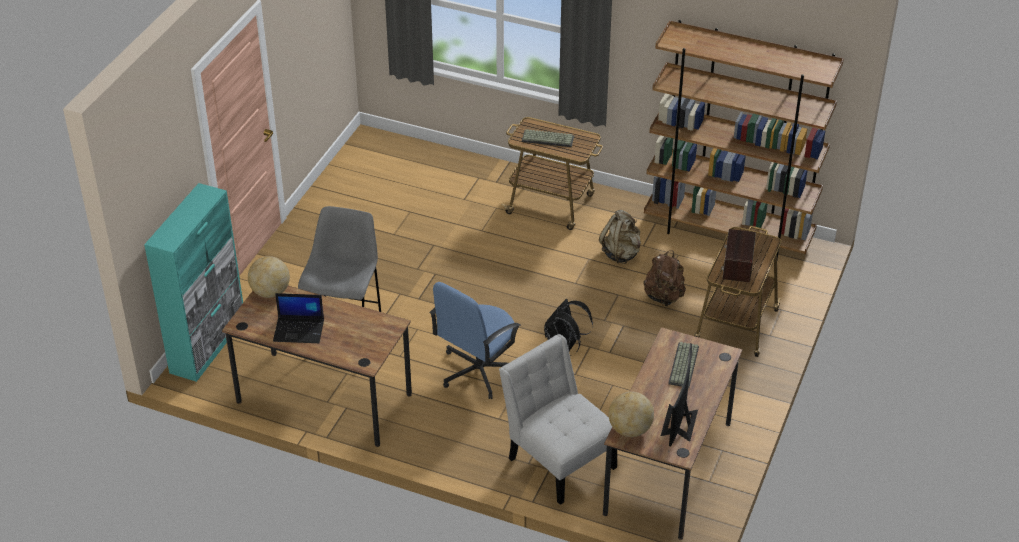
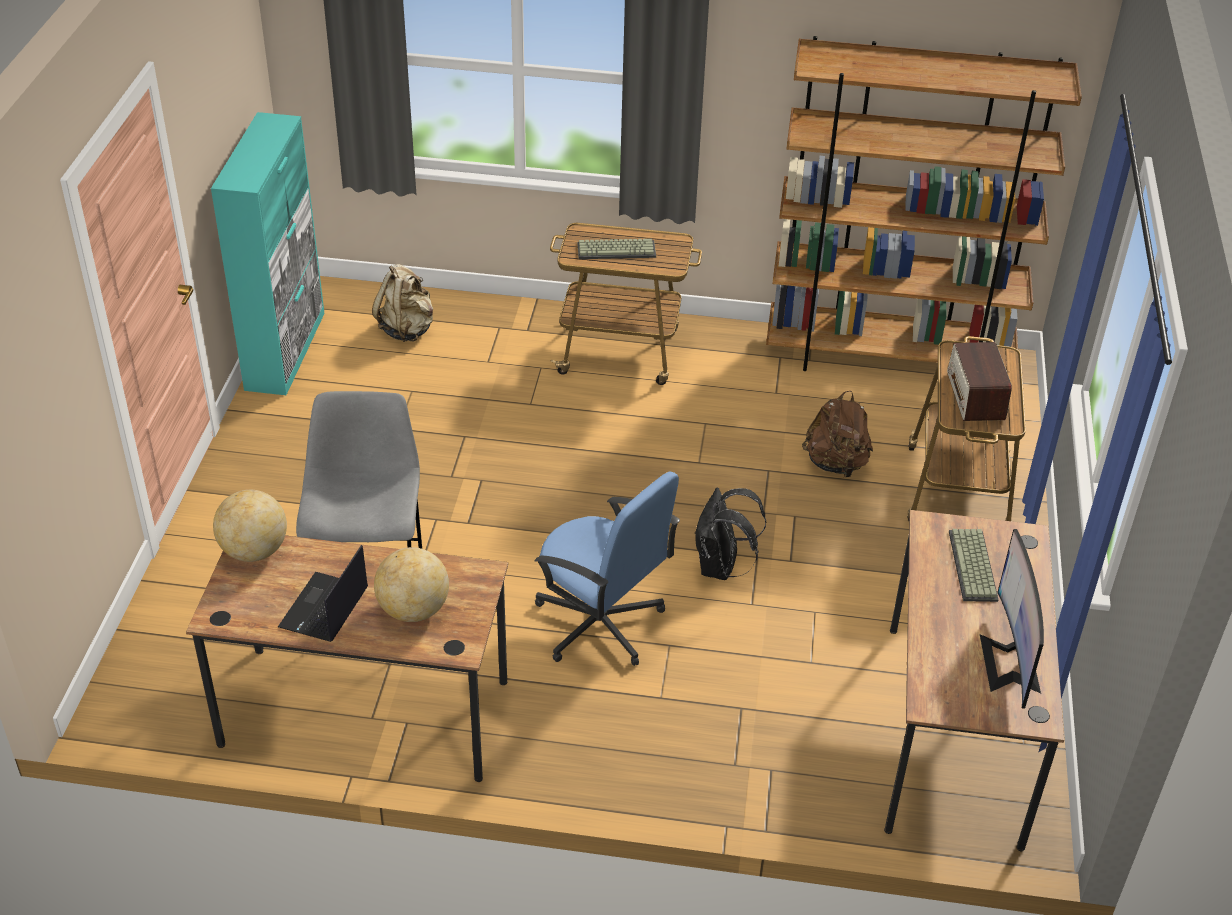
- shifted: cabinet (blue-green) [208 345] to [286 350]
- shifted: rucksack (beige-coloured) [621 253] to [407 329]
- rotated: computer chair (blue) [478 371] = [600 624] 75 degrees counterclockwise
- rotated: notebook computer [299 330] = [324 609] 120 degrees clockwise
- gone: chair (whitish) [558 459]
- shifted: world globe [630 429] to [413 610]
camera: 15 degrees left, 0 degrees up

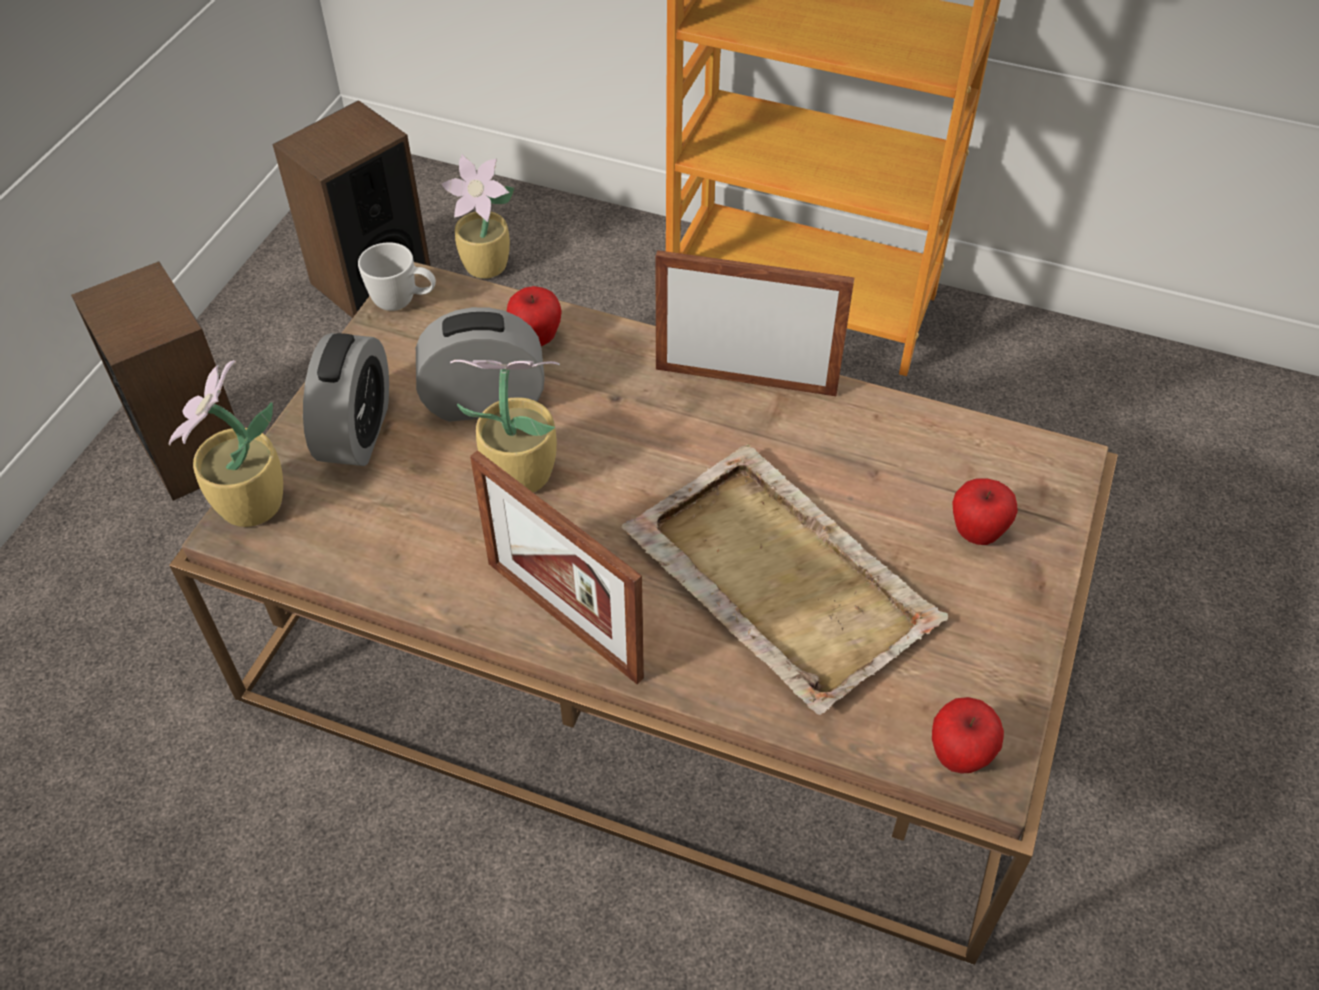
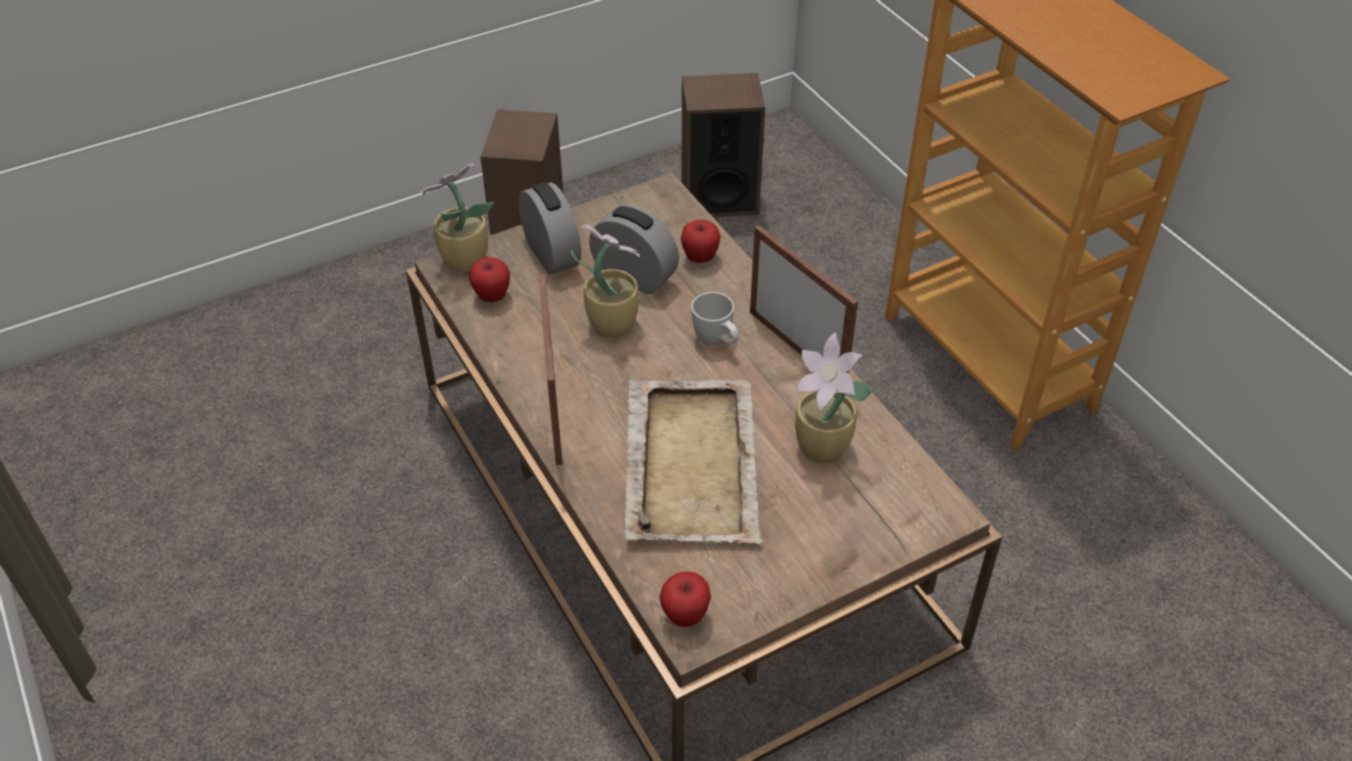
- shifted: potted plant [488 267] to [823 449]
- shifted: tea mug (whitish) [404 302] to [717 342]
- rotated: table clock [356 433] = [551 254] 75 degrees counterclockwise
- shifted: whole apple [976 533] to [492 296]
camera: 40 degrees right, 5 degrees down

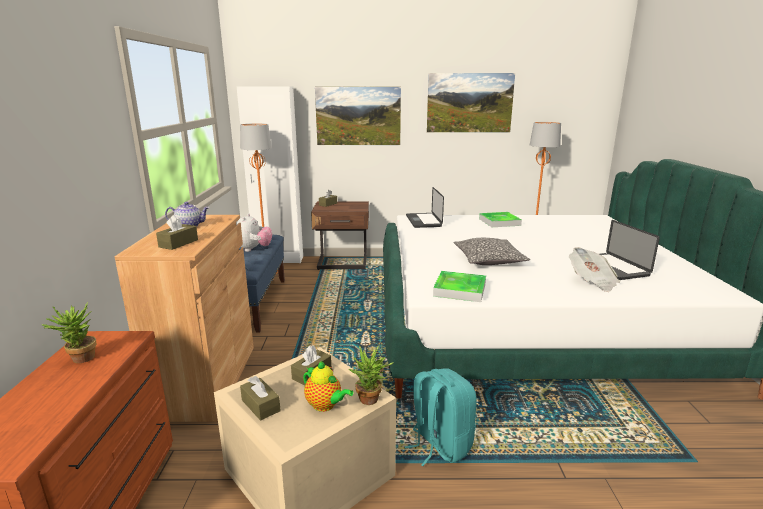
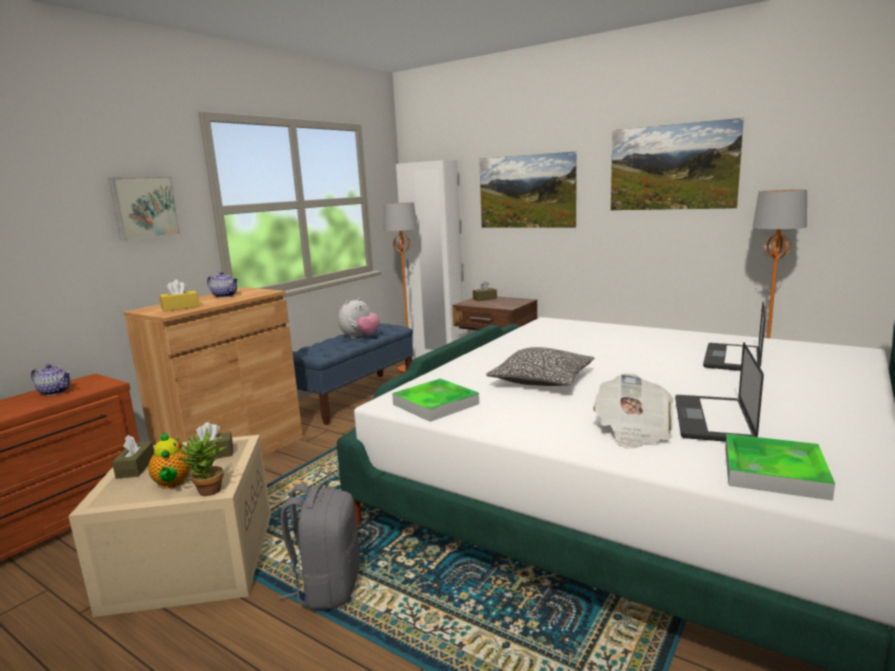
- shifted: notebook computer [423 221] to [732 358]
- shifted: tray [499 222] to [774 471]
- repainted: tissue box (brown-coloured) [178 243] to tissue box (yellow-coloured) [180 307]
- swapped: potted plant [79 360] to tea pot [55 392]
- repainted: rucksack (blue-green) [439 444] to rucksack (greyish) [327 587]
- new: wall art [144 207]
camera: 35 degrees right, 5 degrees down

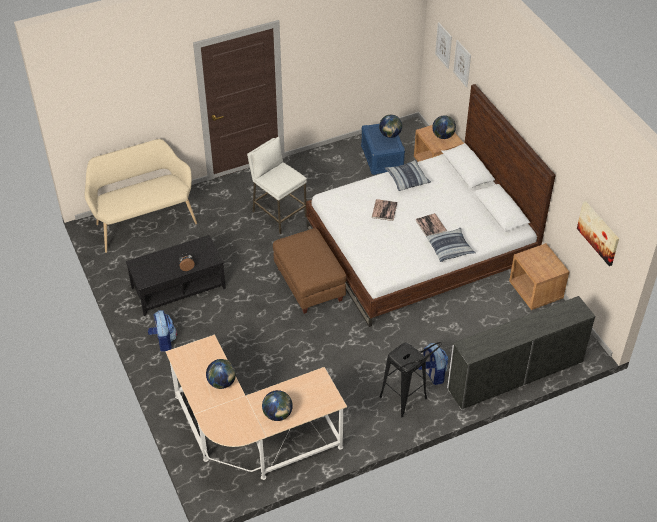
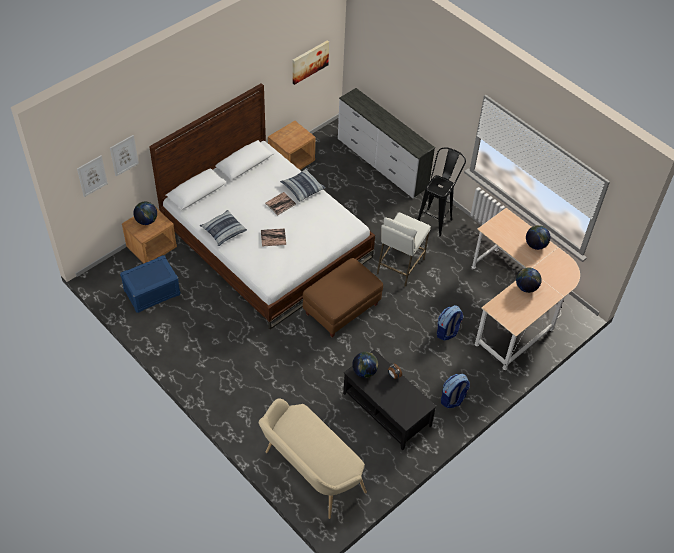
- shifted: world globe [390 135] to [364 371]
- shifted: stool (whitish) [279 214] to [400 266]
- shifted: rucksack [432 374] to [447 332]
camera: 110 degrees left, 5 degrees up

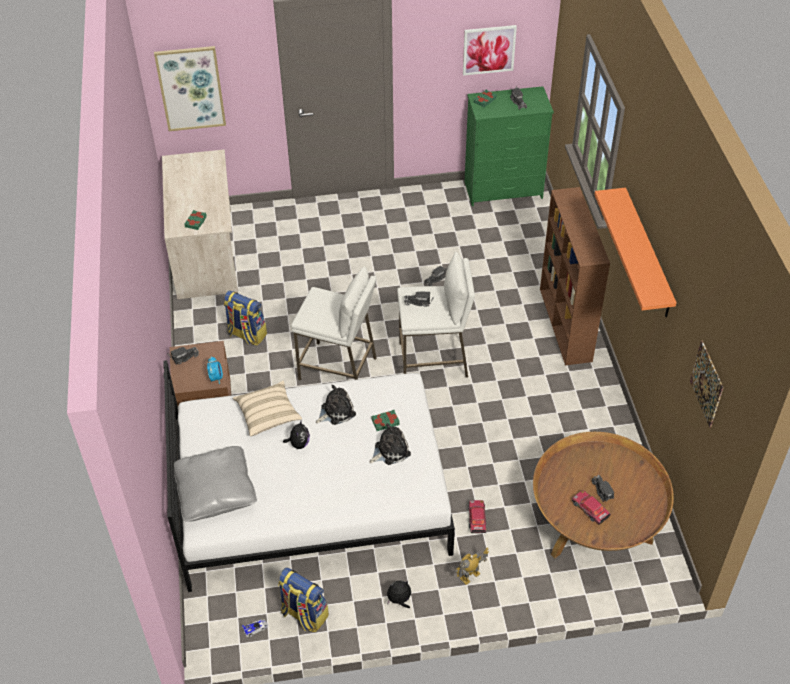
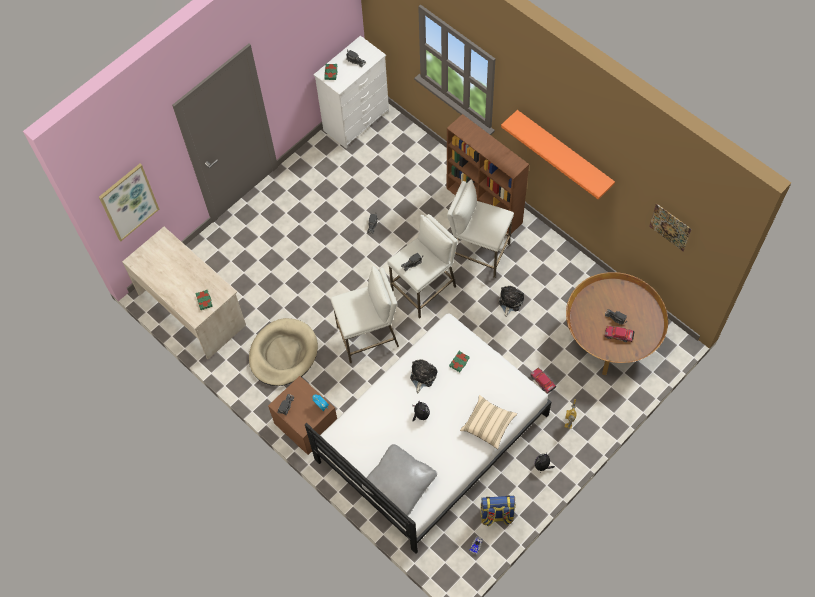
- gone: wall art [489 49]
- repainted: dresser (green) [504 190] to dresser (whitish) [357 120]
- swapped: rucksack [246 334] to dog cushion (beige-coloured) [283 353]
- shifted: cushion (beige-coloured) [268 415] to [488 425]
- shifted: soft toy [390 450] to [510 302]
- new: stool (whitish) [478 252]
camera: 35 degrees left, 15 degrees up

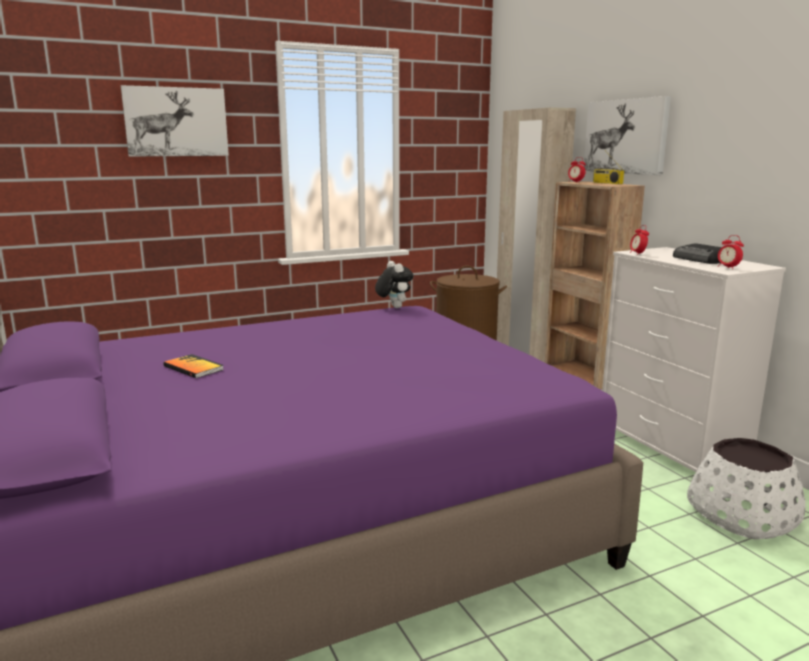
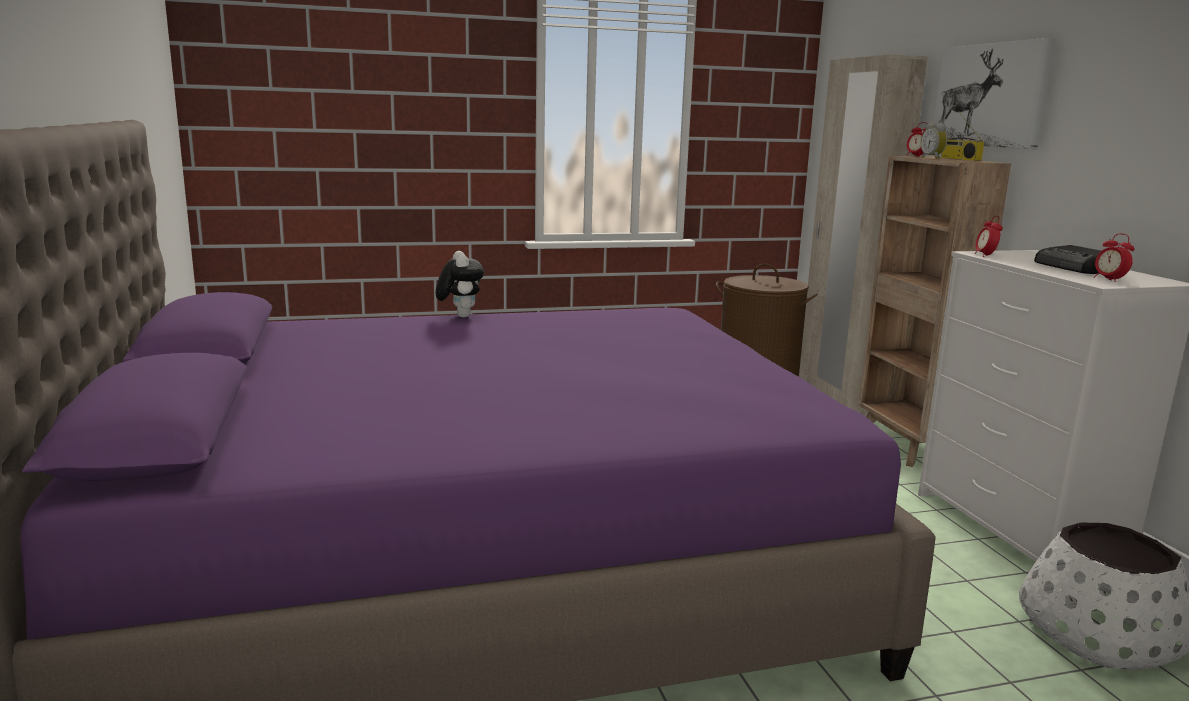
- gone: wall art [176 122]
- shifted: soft toy [393 307] to [460 316]
- gone: bound book [193 368]
- new: table clock [933 158]
camera: 10 degrees right, 0 degrees up

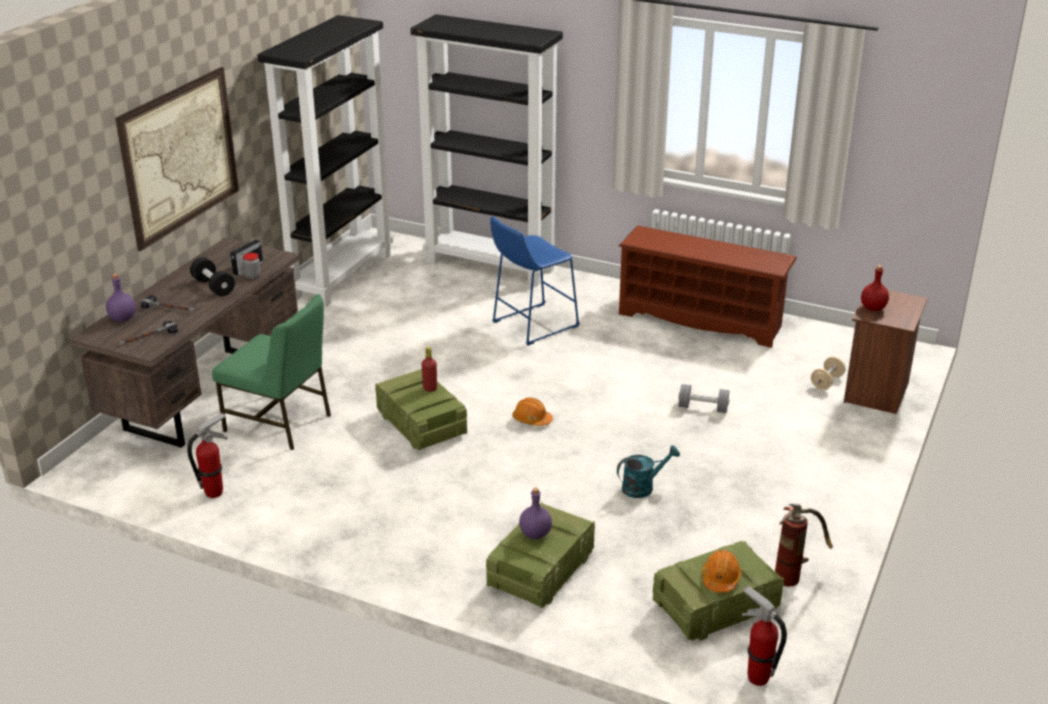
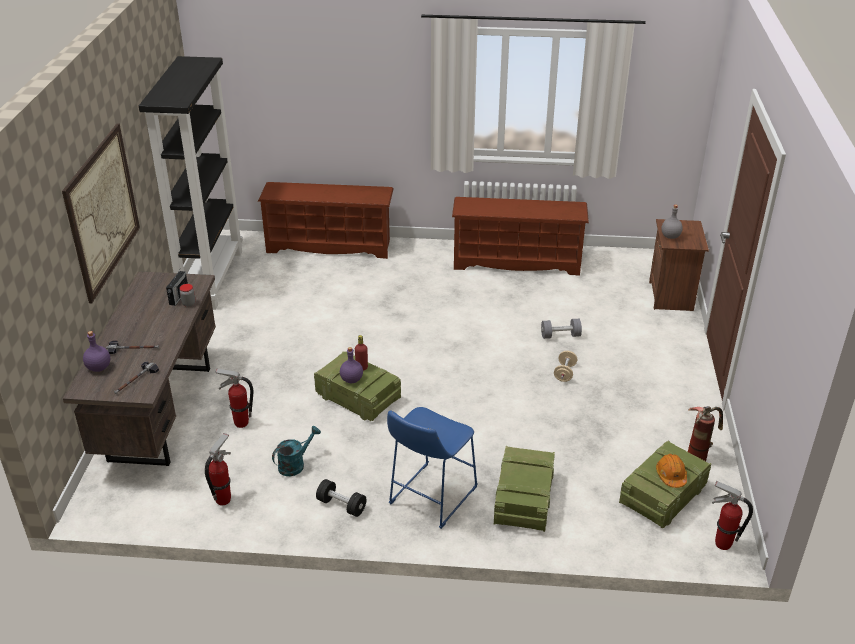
- swapped: shelving unit (blackish) [491 265] to shoe shelf (brown-coloured) [330 246]
- shifted: stool (blue) [531 325] to [430 498]
- shifted: dumbbell (blackish) [213 287] to [341 505]
- repainted: bottle (red) [872 308] to bottle (greyish) [670 236]
- swapped: chair (green) [280 423] to fire-fighting cylinder [240 423]
- shifted: dumbbell (beige-coloured) [826 382] to [564 373]
- gone: safety helmet (orange-coloured) [532 419]
- shifted: watering can (blue-green) [643 487] to [295 464]
- shifted: bottle (purplish) [534 534] to [351 380]
camera: 20 degrees left, 5 degrees up

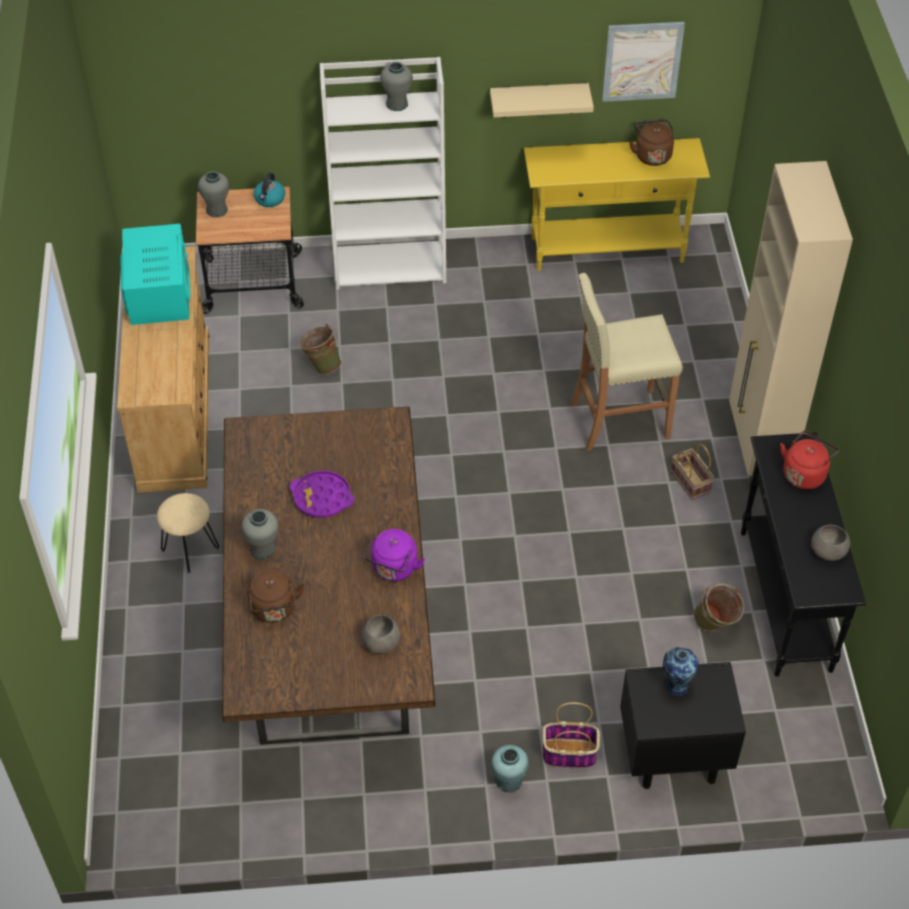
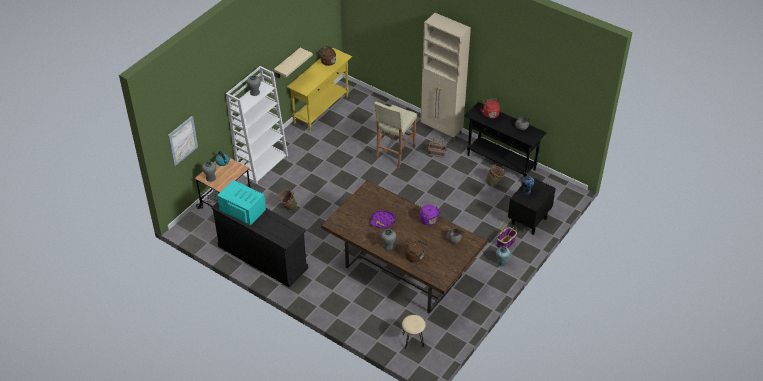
- shifted: wall art [642 61] to [182 140]
- repainted: dresser (beige-coloured) [174 409] to dresser (blackish) [262 257]
- shifted: stool (beige-coloured) [190 549] to [412 340]
camera: 50 degrees left, 5 degrees down

